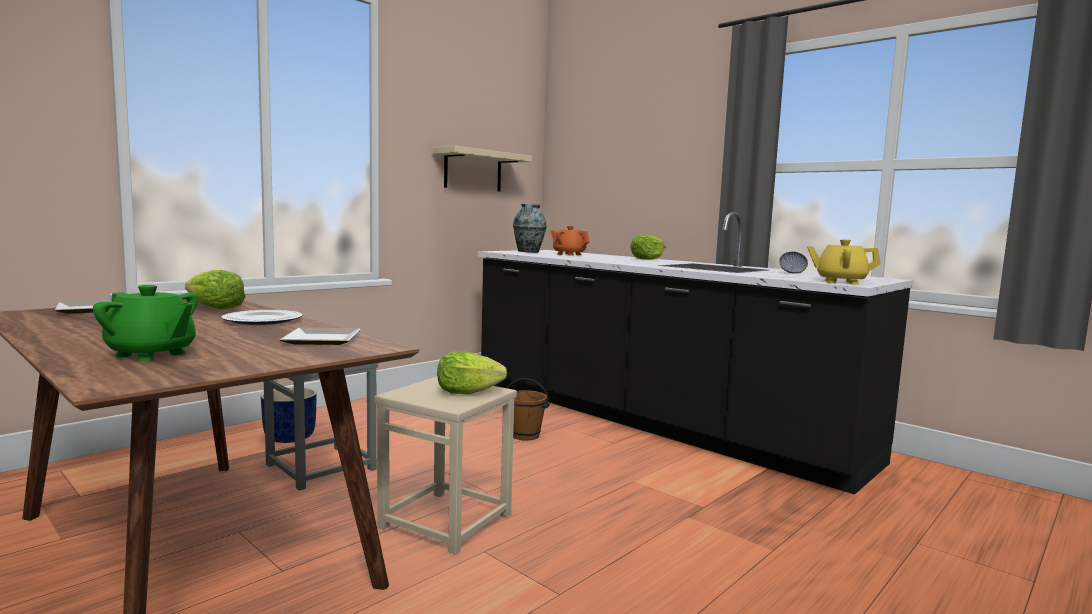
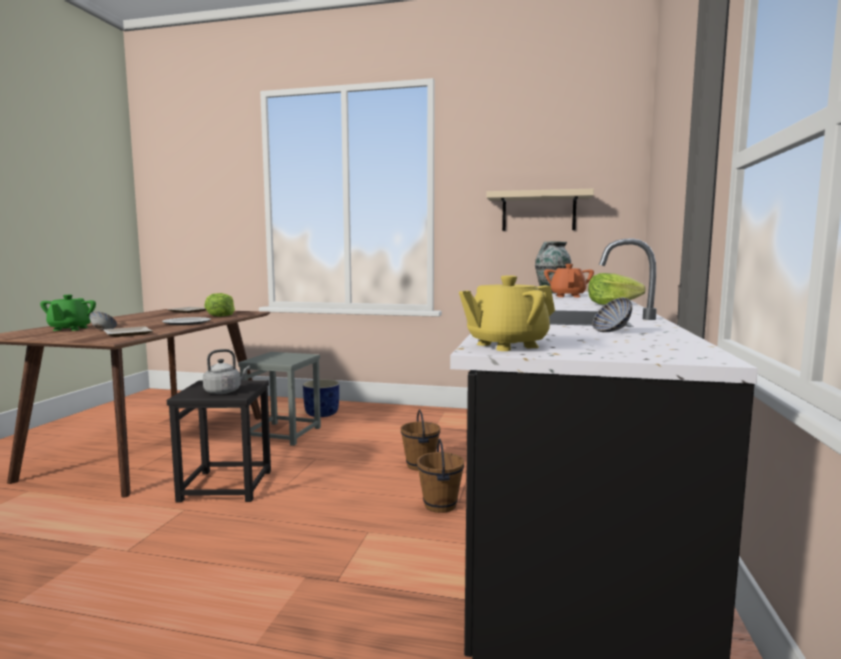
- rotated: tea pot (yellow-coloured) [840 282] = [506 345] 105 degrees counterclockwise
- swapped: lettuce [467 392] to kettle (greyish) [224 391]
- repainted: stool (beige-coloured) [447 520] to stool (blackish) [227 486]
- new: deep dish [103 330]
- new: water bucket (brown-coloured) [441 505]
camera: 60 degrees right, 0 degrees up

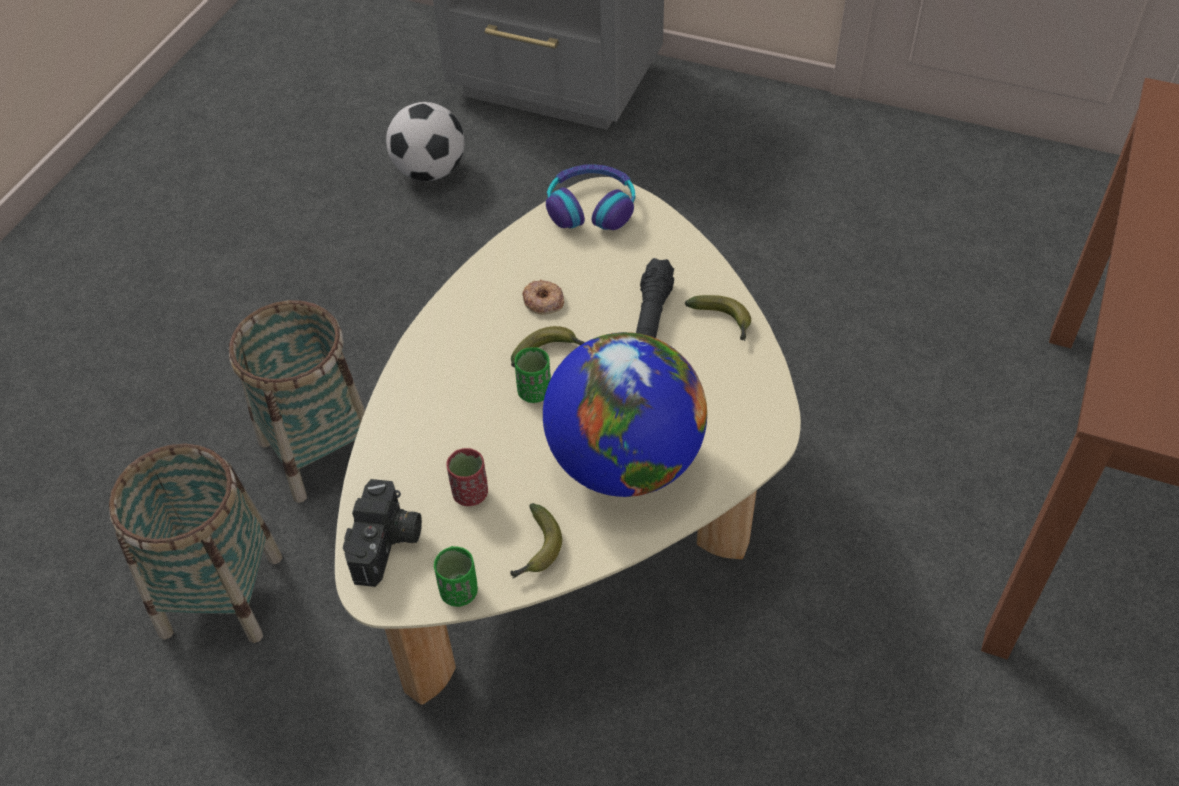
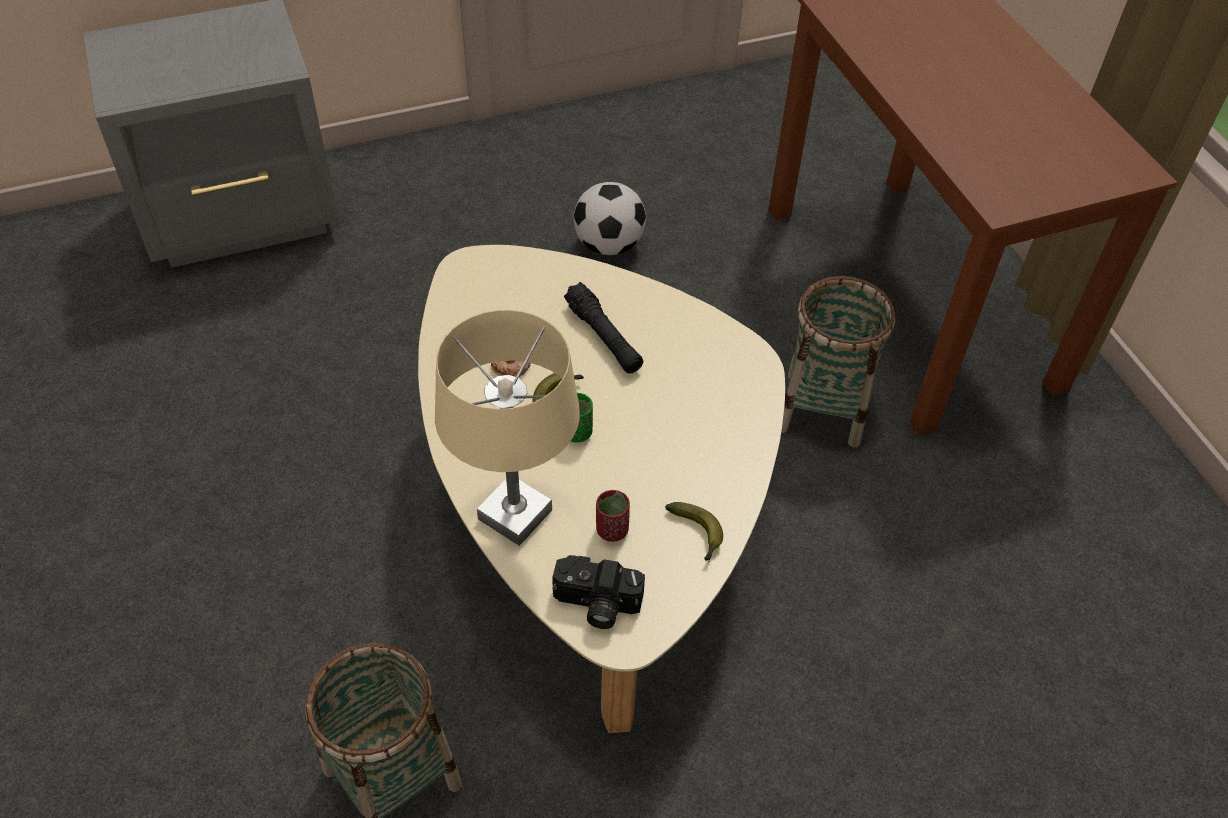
- shifted: football [430 171] to [609 245]
- gone: headphones [591 207]
- gone: banana fruit [723 322]
- shifted: basket [319 450] to [822 408]
- gone: world globe [624 462]
- rotated: still camera [388 545] = [595 605] 135 degrees clockwise
- gone: drinking cup (green) [459 592]
- new: tabletop lamp (beige-coloured) [514 515]
camera: 45 degrees left, 0 degrees up

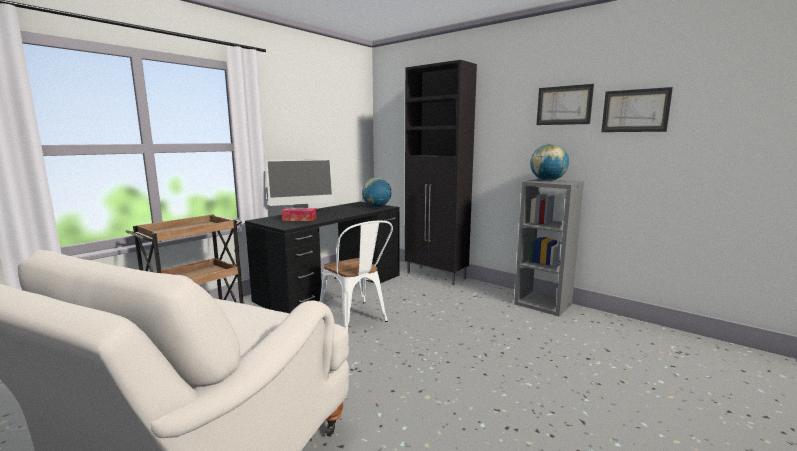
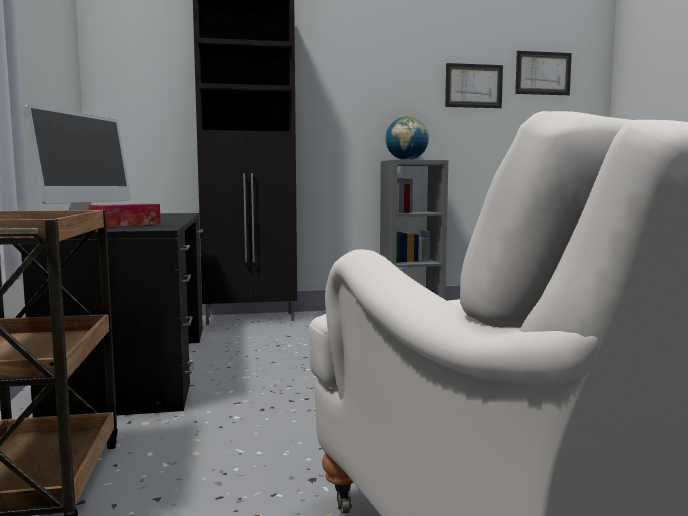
- shifted: wall art [564 105] to [543 73]
- gone: world globe [376 207]
- gone: chair (whitish) [356 319]
camera: 50 degrees left, 5 degrees down

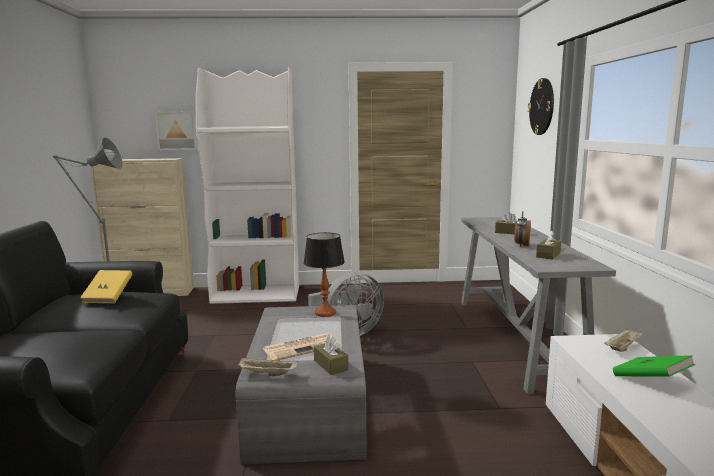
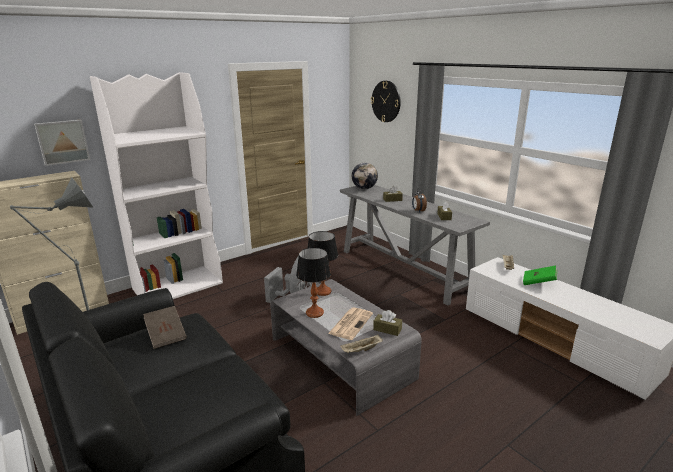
- repainted: bound book (yellow-coloured) [108 297] to bound book (brown-coloured) [166 335]
- new: world globe [364 188]
- new: tabletop lamp [314 313]
camera: 35 degrees left, 10 degrees up

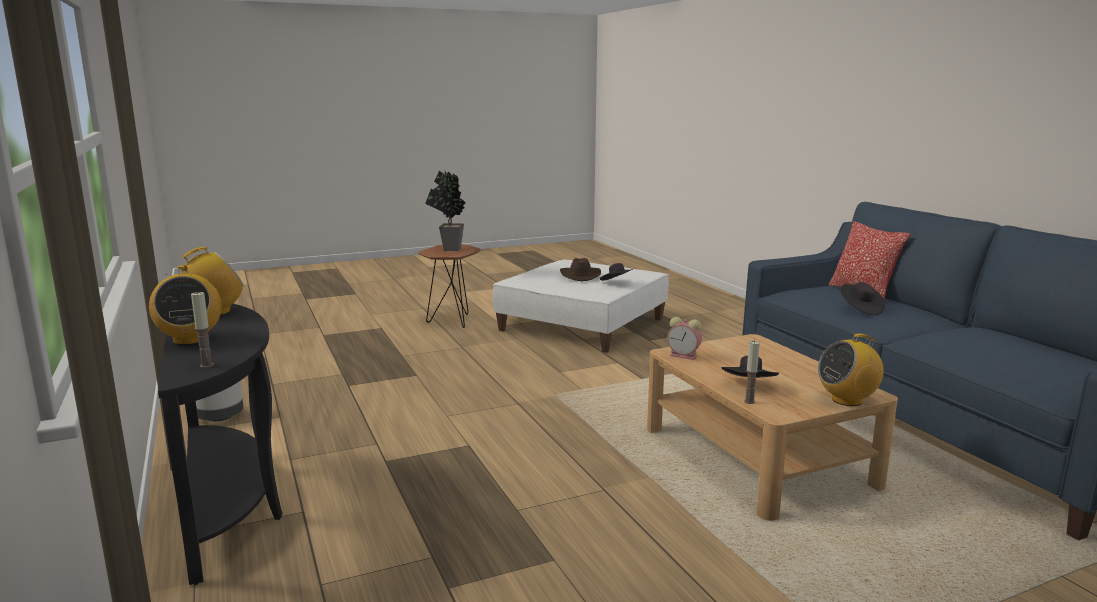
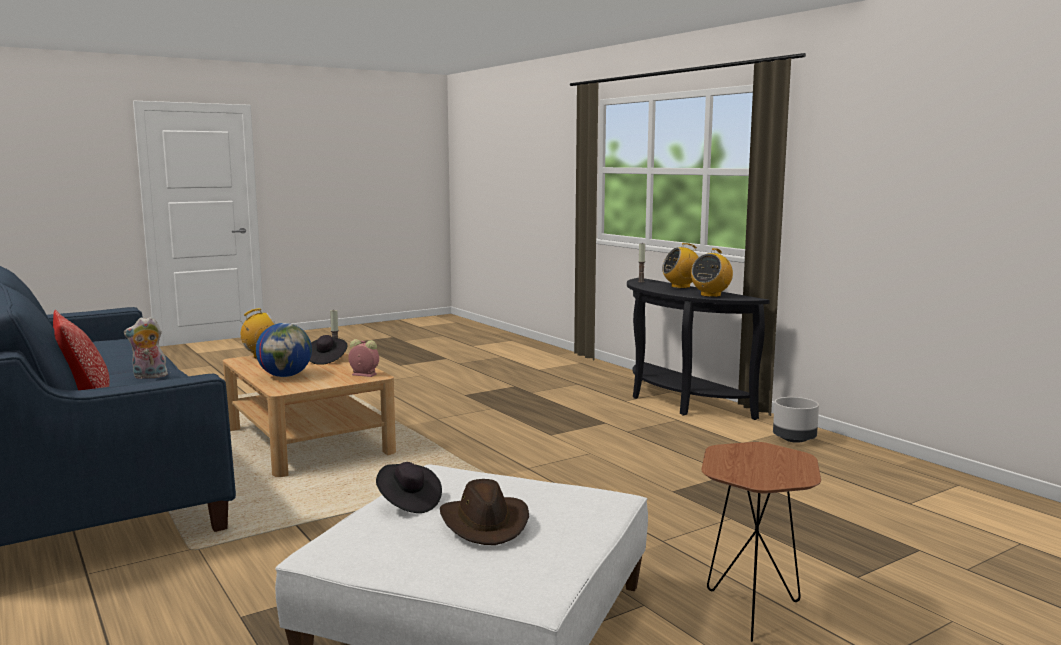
- gone: potted plant [449 250]
- rotated: radio [190 339] = [681 287] 75 degrees counterclockwise
- swapped: wearable hat (blackish) [860 309] to soft toy [149 377]
- new: world globe [285 376]
camera: 170 degrees right, 5 degrees down

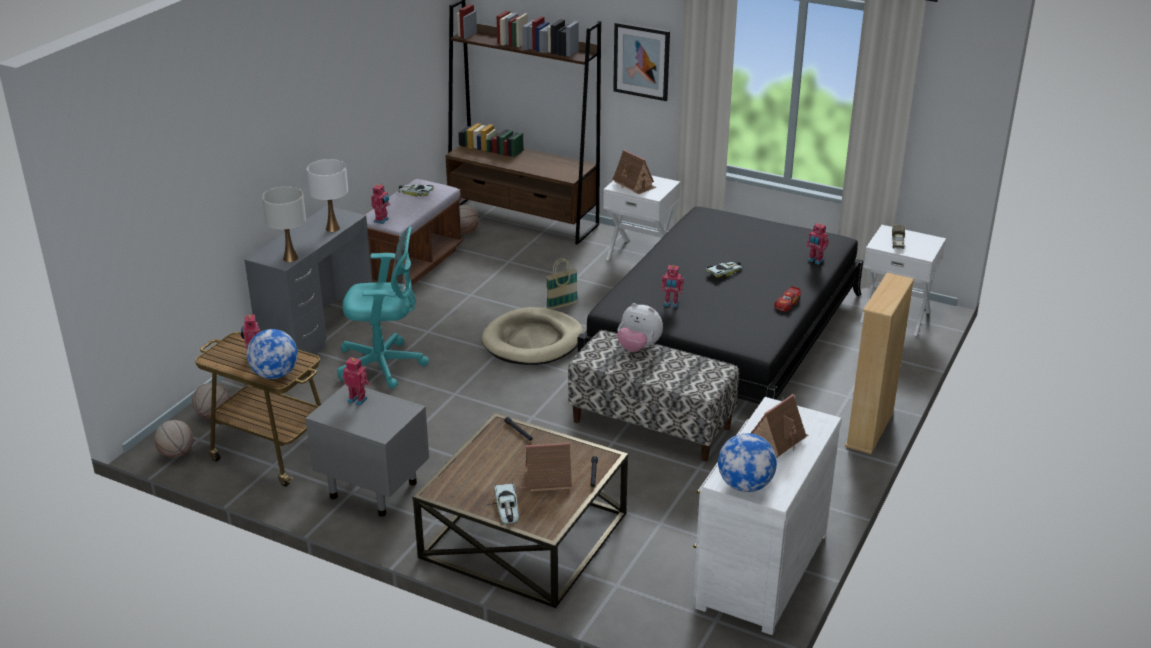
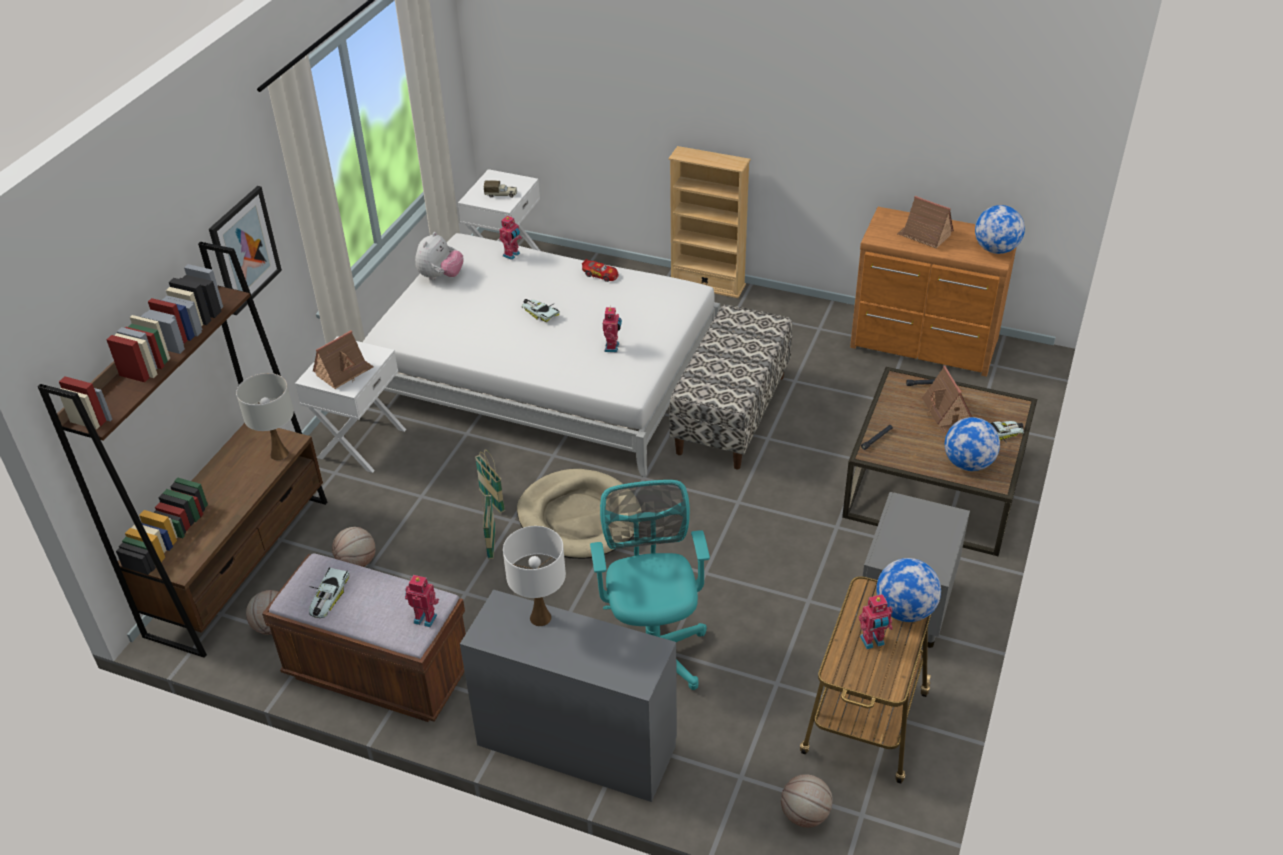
- shifted: tabletop lamp (whitish) [290 258] to [279 454]
- repainted: bedroom bed (blackish) [724 332] to bedroom bed (whitish) [546 371]
- shifted: soft toy [638 347] to [440 276]
- gone: model robot [358 399]
- repainted: dresser (whitish) [757 569] to dresser (brown-coloured) [924 345]
- shifted: ball for basketball [176 454] to [357 562]
- new: world globe [968 464]
- new: basket [491 544]
camera: 95 degrees left, 10 degrees up

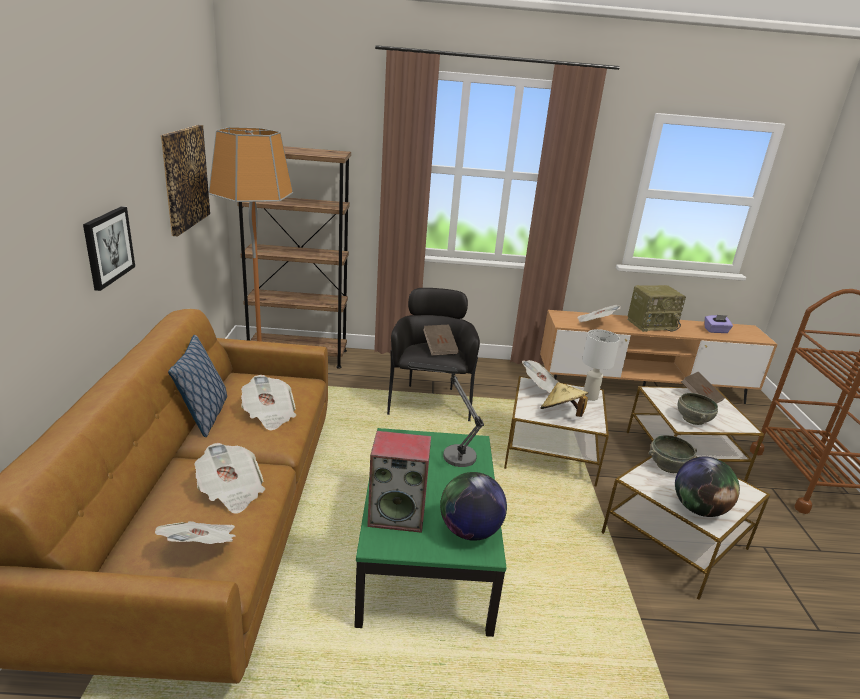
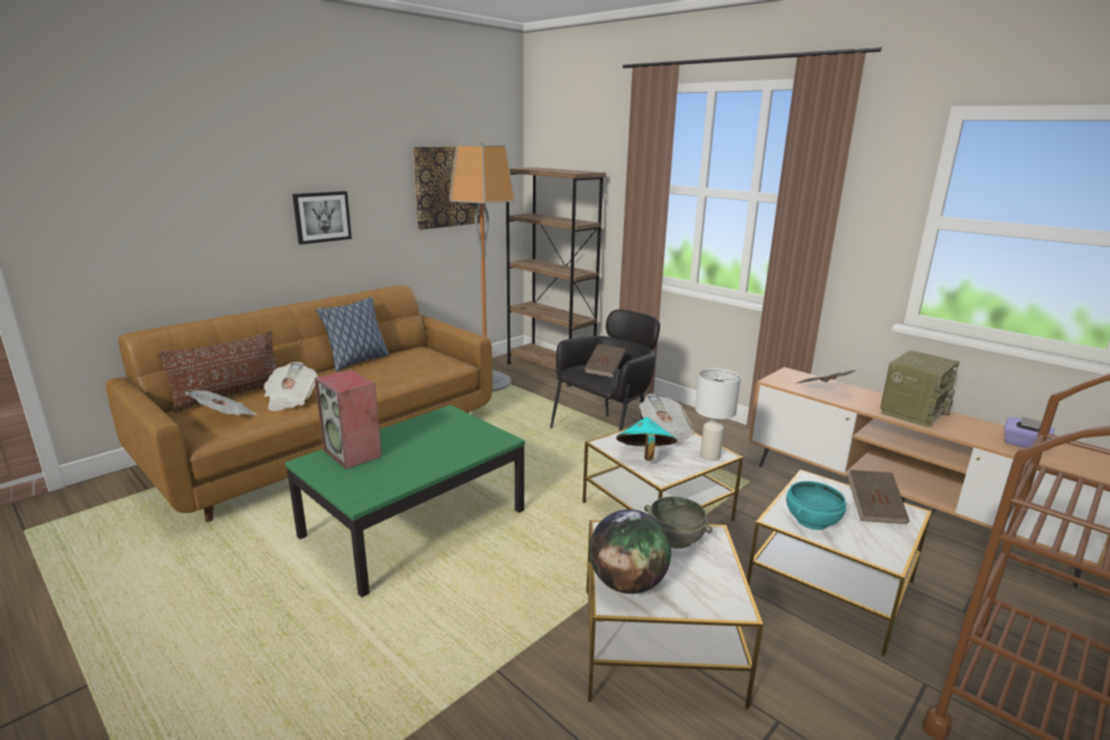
- rotated: radio [651 324] = [912 411] 75 degrees counterclockwise
- gone: tabletop lamp [449 454]
- gone: newspaper [269 415]
- repainted: wearable hat (beige-coloured) [561 413] to wearable hat (blue-green) [644 456]
- repainted: deep dish (greyish) [692 419] to deep dish (blue-green) [811 520]
- gone: world globe [469 531]
- new: cushion (brown-coloured) [230 396]
camera: 45 degrees right, 5 degrees down

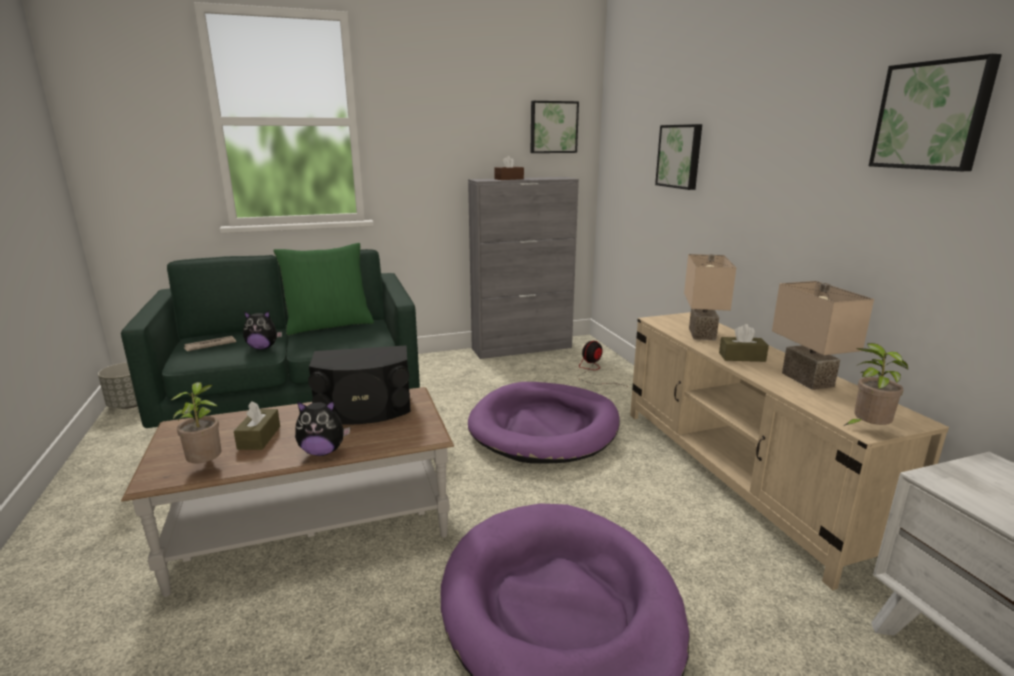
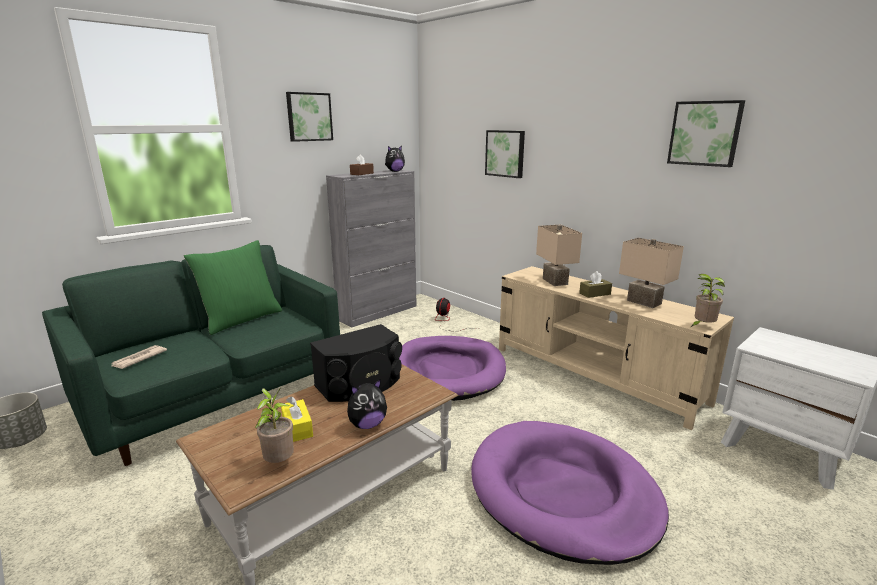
- shifted: wall art [553 127] to [309 117]
- shifted: soft toy [263 348] to [394 171]
- repainted: tissue box (brown-coloured) [259 437] to tissue box (yellow-coloured) [297 428]
camera: 25 degrees left, 0 degrees up

